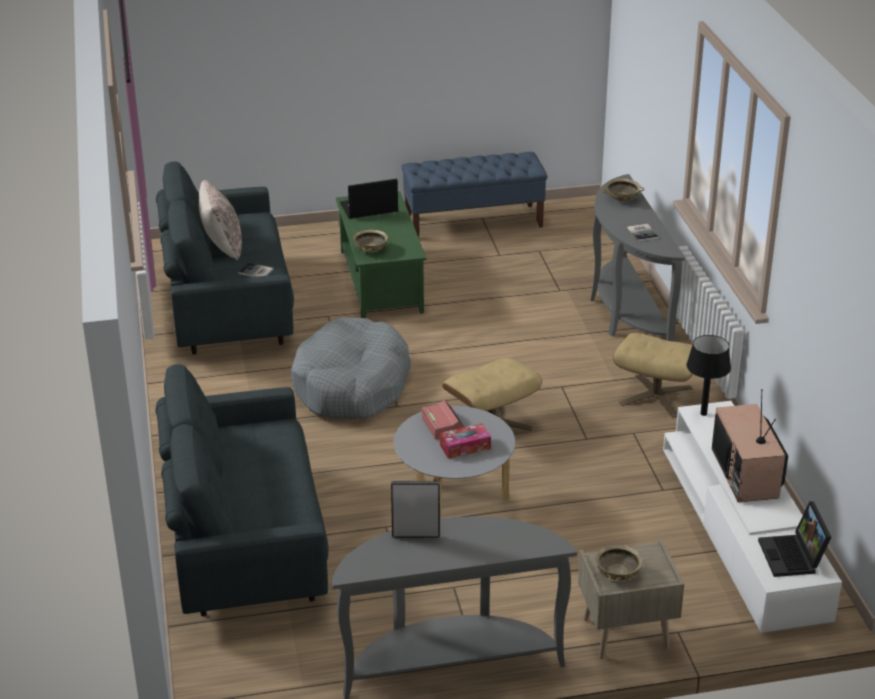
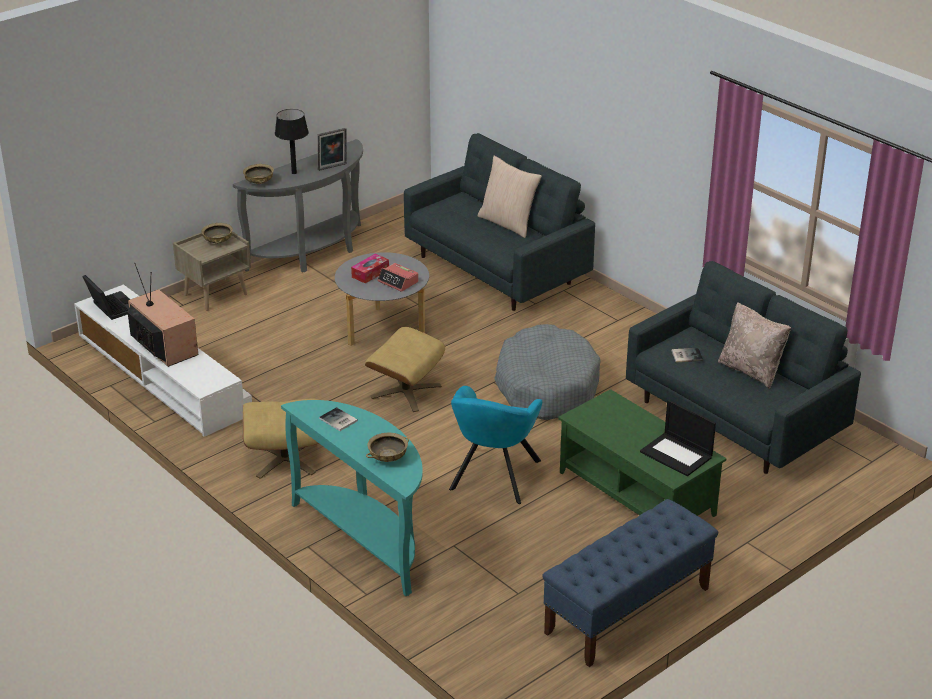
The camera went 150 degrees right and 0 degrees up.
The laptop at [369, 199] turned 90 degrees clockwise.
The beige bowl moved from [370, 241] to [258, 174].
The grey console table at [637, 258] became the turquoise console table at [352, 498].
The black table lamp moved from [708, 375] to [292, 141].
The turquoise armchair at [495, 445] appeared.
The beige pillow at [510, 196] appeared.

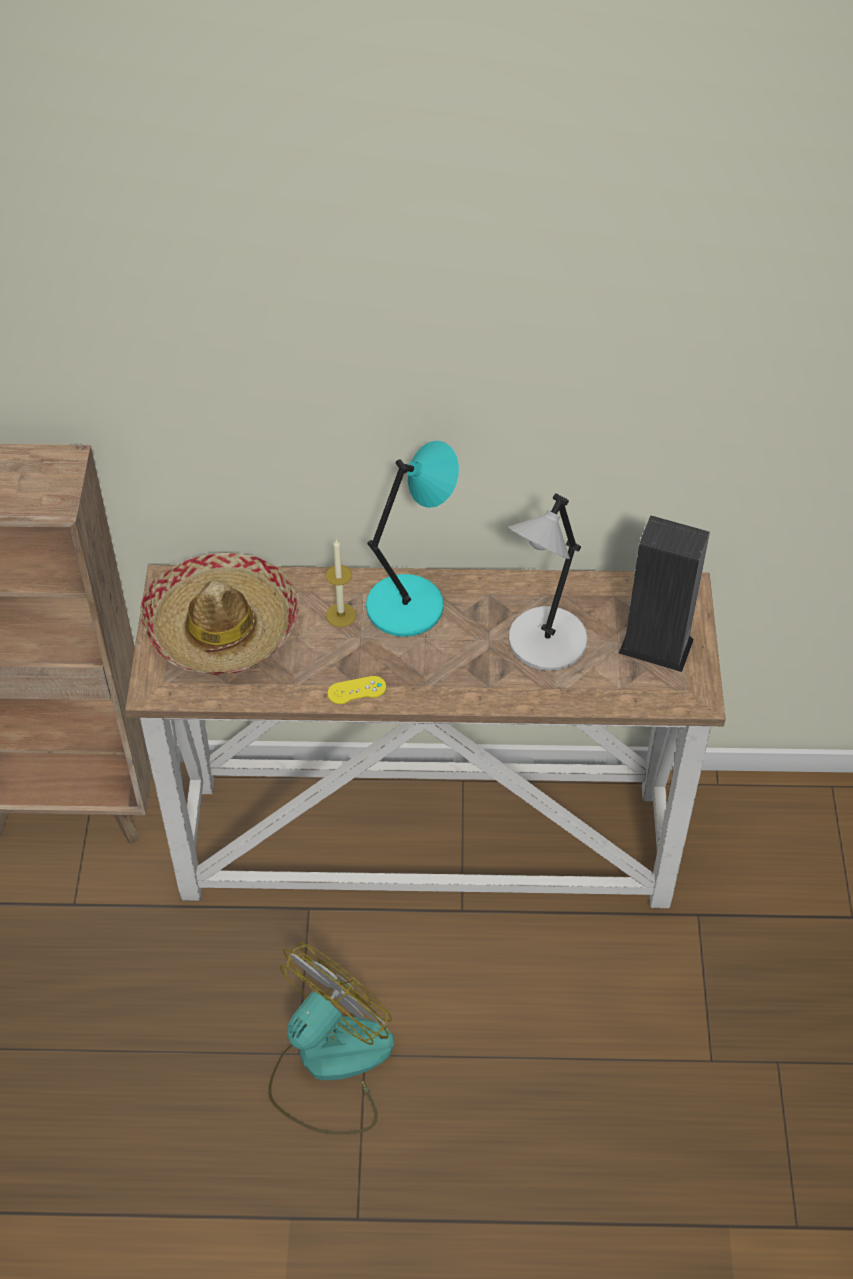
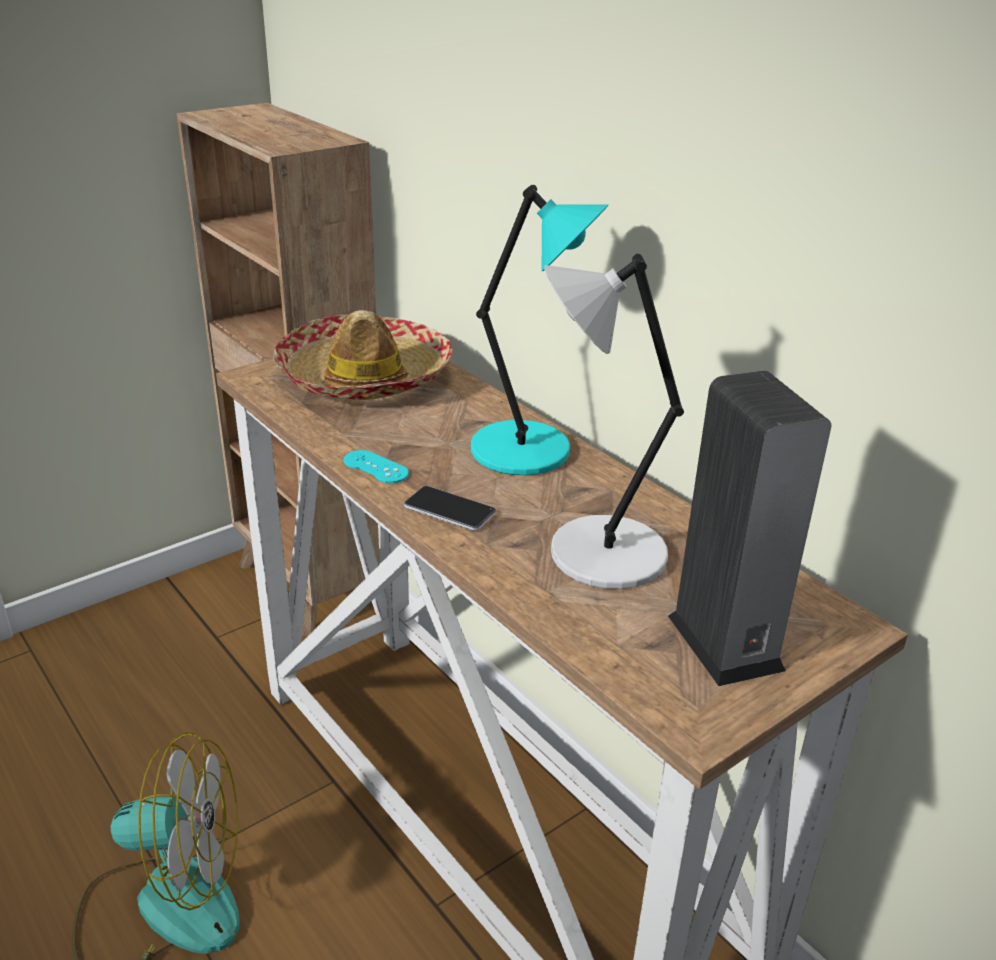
The camera went 50 degrees right and 20 degrees down.
The candle at [340, 583] disappeared.
The yellow game controller at [356, 690] became the turquoise game controller at [376, 466].
The phone at [450, 508] appeared.

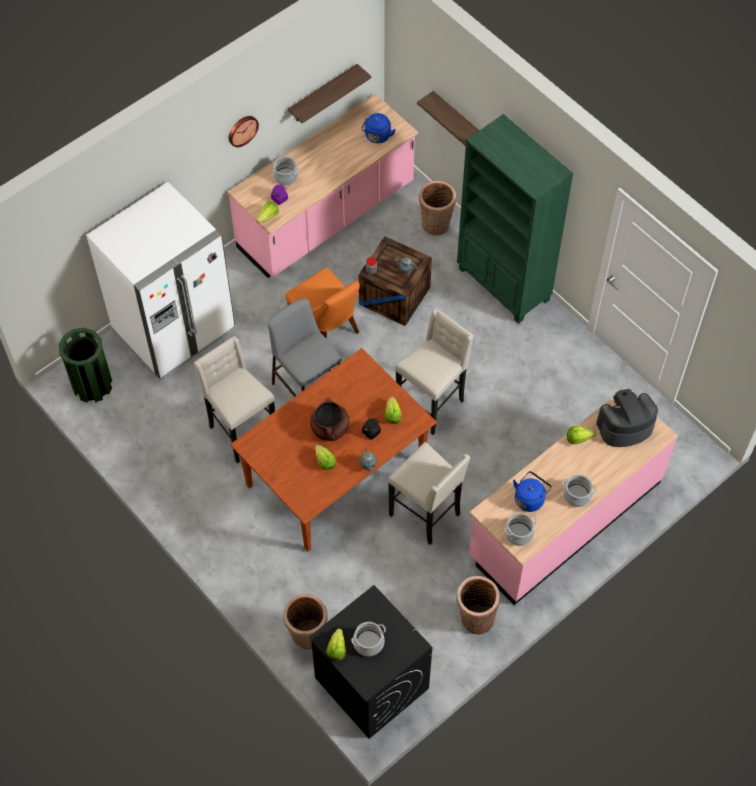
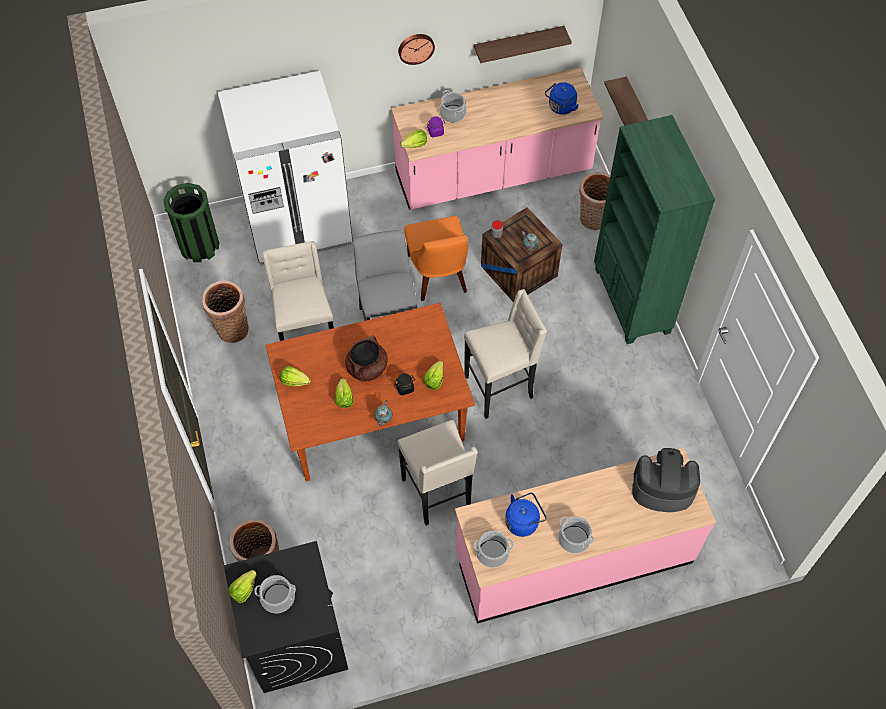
The camera went 25 degrees right and 0 degrees up.
The basket moved from [478, 605] to [225, 311].
The lettuce moved from [581, 435] to [295, 376].

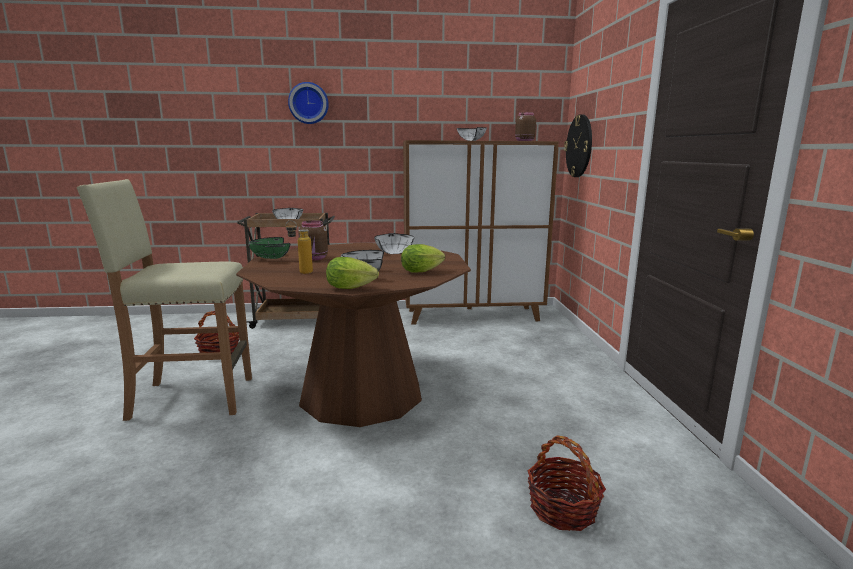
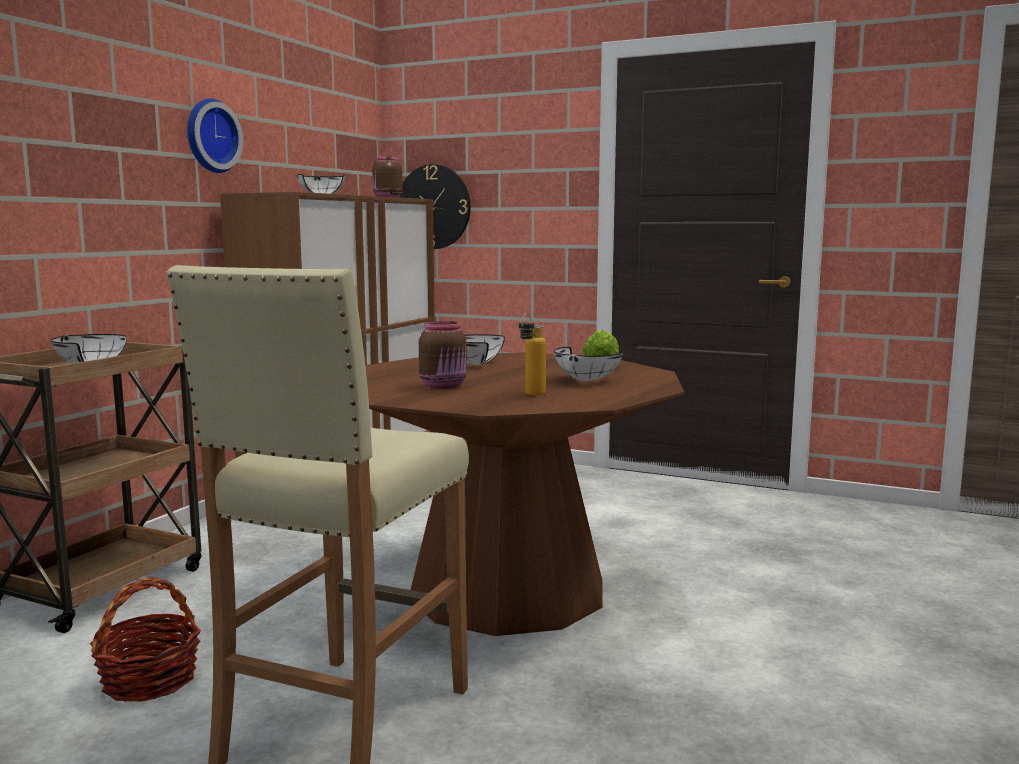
The camera went 60 degrees left and 5 degrees down.
The green bowl at [269, 248] disappeared.
The wall clock moved from [308, 103] to [215, 135].
The lettuce at [352, 273] disappeared.
The basket at [567, 483] disappeared.

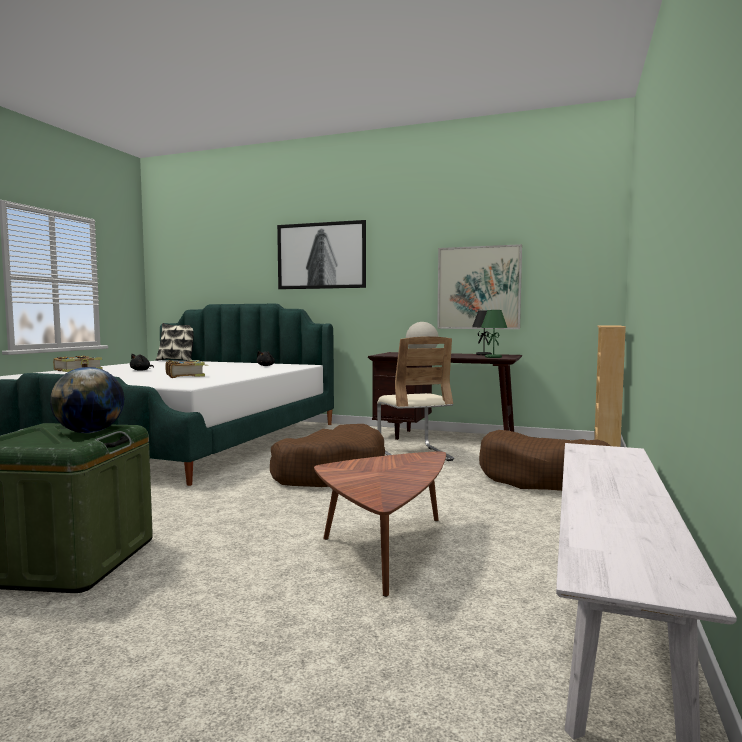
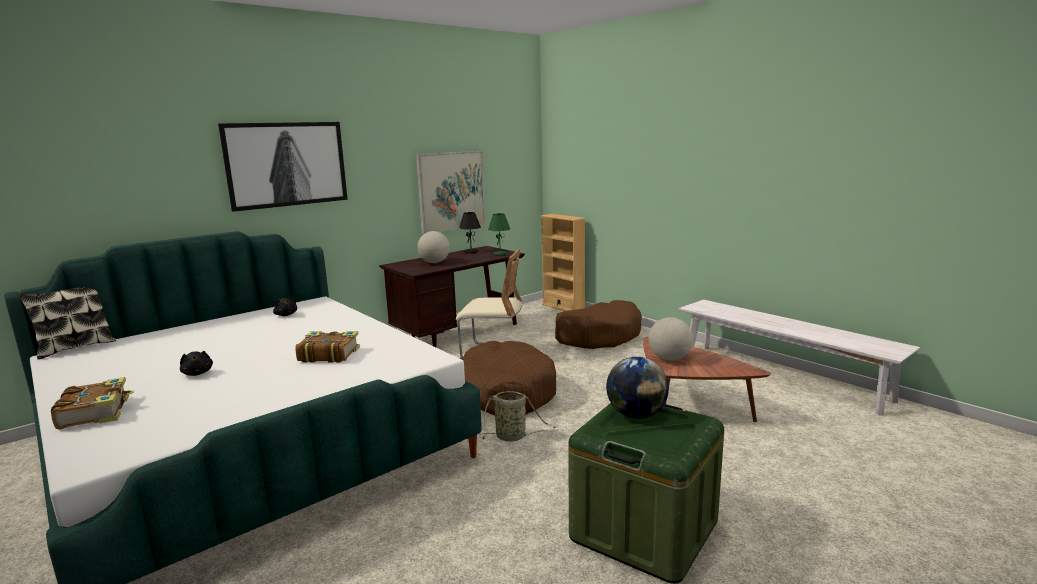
The camera went 60 degrees left and 10 degrees up.
The basket at [517, 416] appeared.
The globe at [671, 339] appeared.

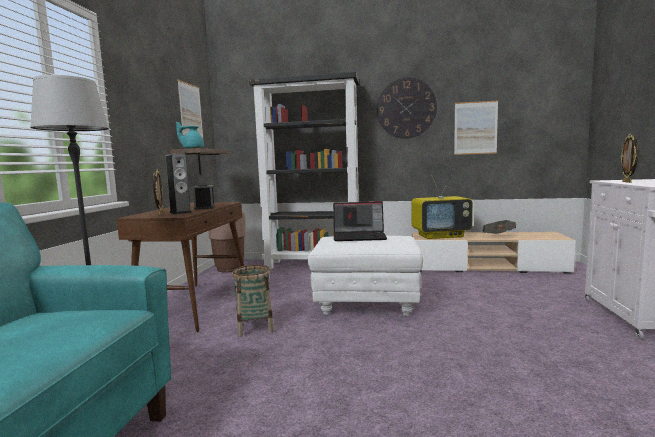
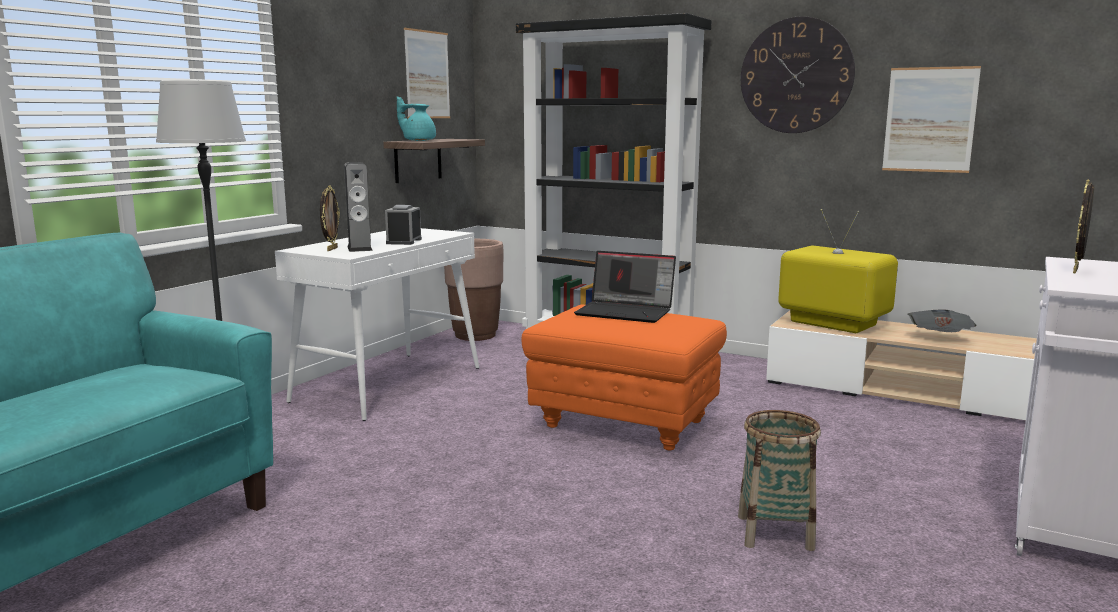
The camera went 20 degrees right and 5 degrees up.
The brown console table at [180, 267] became the white console table at [377, 324].
The basket moved from [253, 301] to [779, 480].
The white ottoman at [365, 276] became the orange ottoman at [624, 377].
The television at [442, 207] turned 150 degrees counterclockwise.

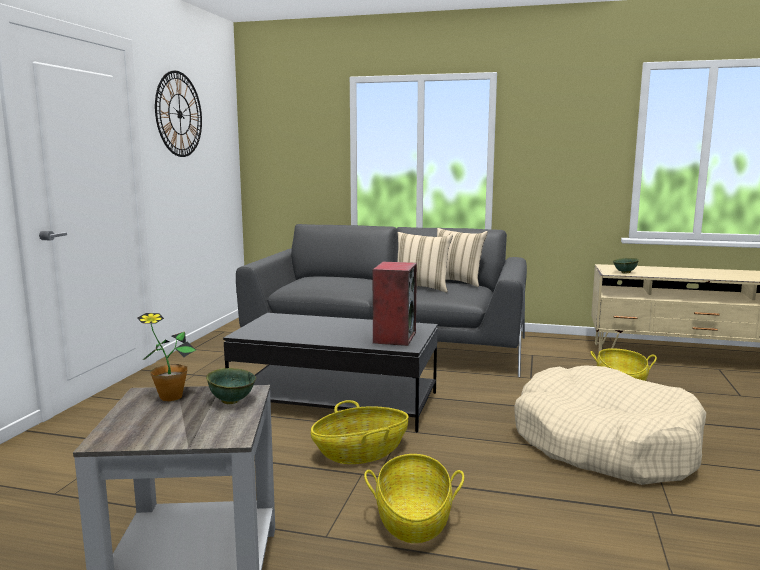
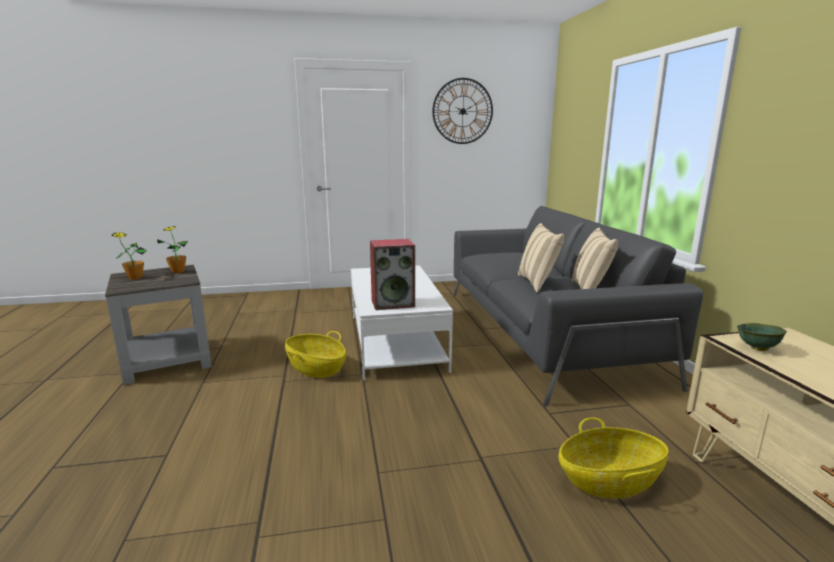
The camera went 65 degrees right and 5 degrees up.
The green bowl at [231, 386] disappeared.
The black coffee table at [330, 372] became the white coffee table at [402, 323].
The basket at [414, 498] disappeared.
The beige dog bed at [610, 425] disappeared.
The potted plant at [129, 256] appeared.

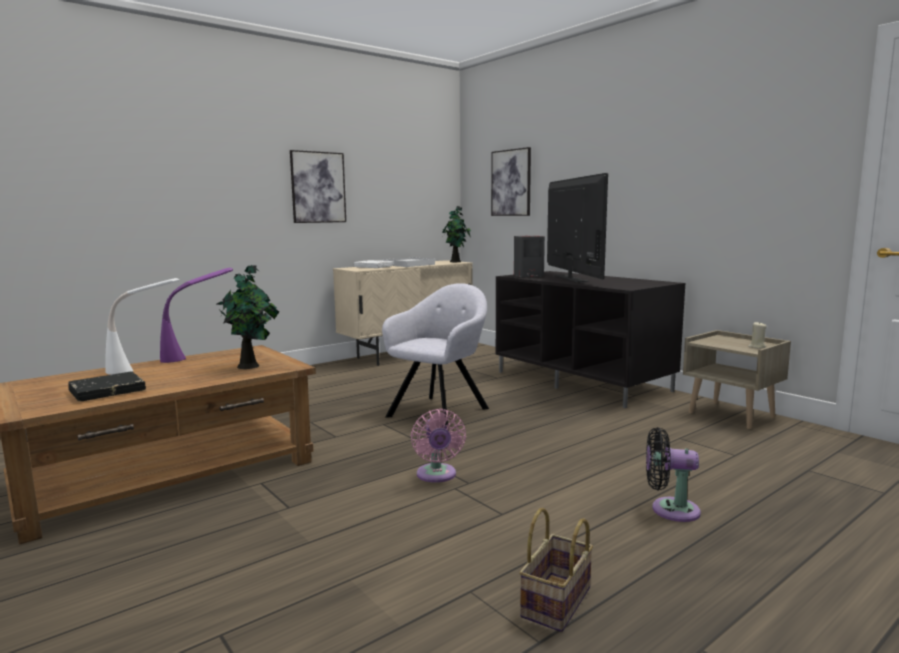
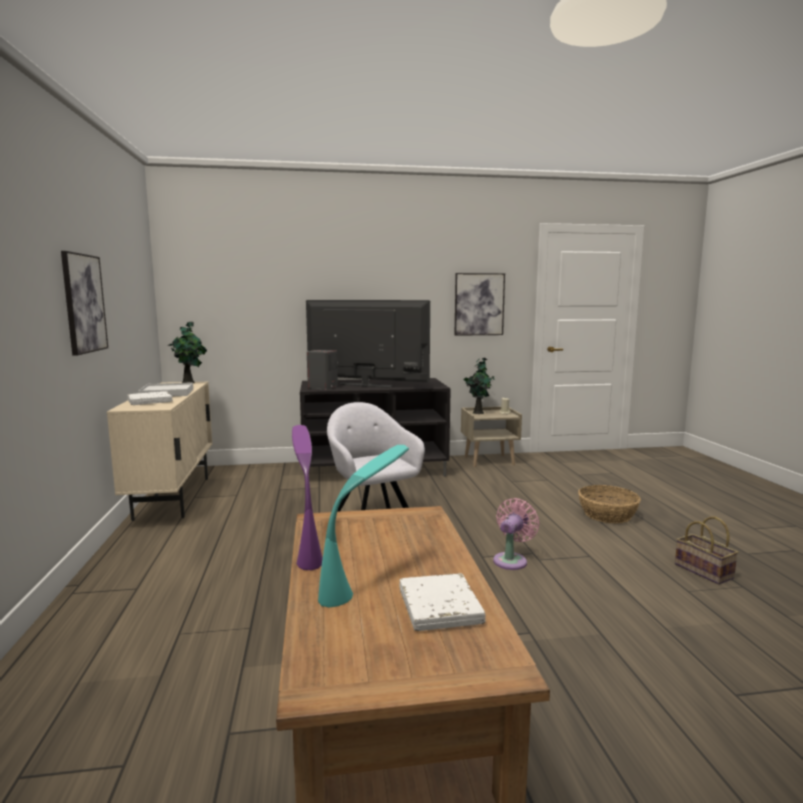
The camera went 60 degrees left and 0 degrees up.
The black book at [107, 386] became the white book at [442, 602].
The white table lamp at [142, 326] became the turquoise table lamp at [363, 526].
The potted plant moved from [248, 317] to [479, 386].
The pink fan at [438, 446] turned 75 degrees counterclockwise.
The picture moved from [511, 181] to [480, 304].
The black fan at [673, 474] was replaced by the basket at [609, 504].

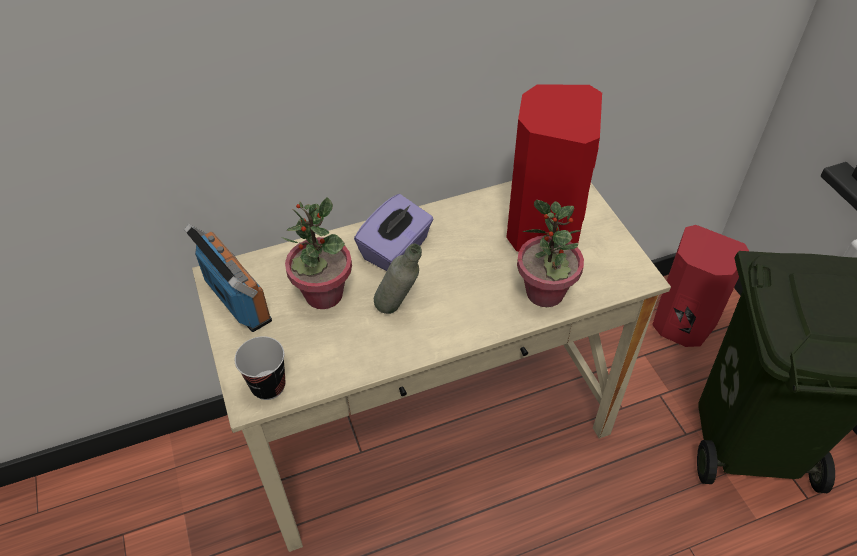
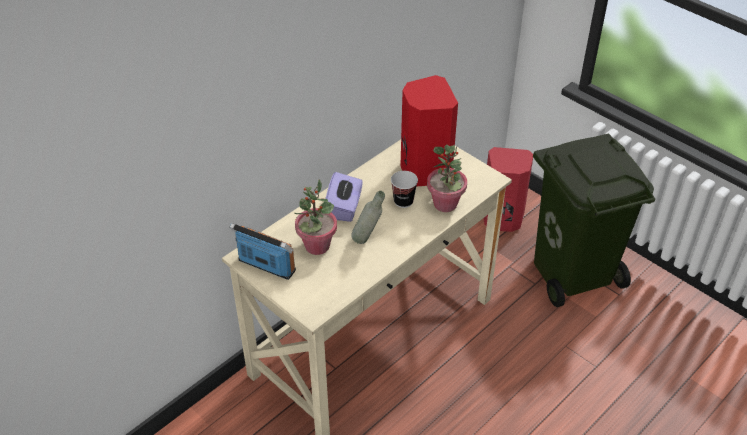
The camera went 25 degrees left and 5 degrees down.
The cup moved from [260, 368] to [404, 189].

